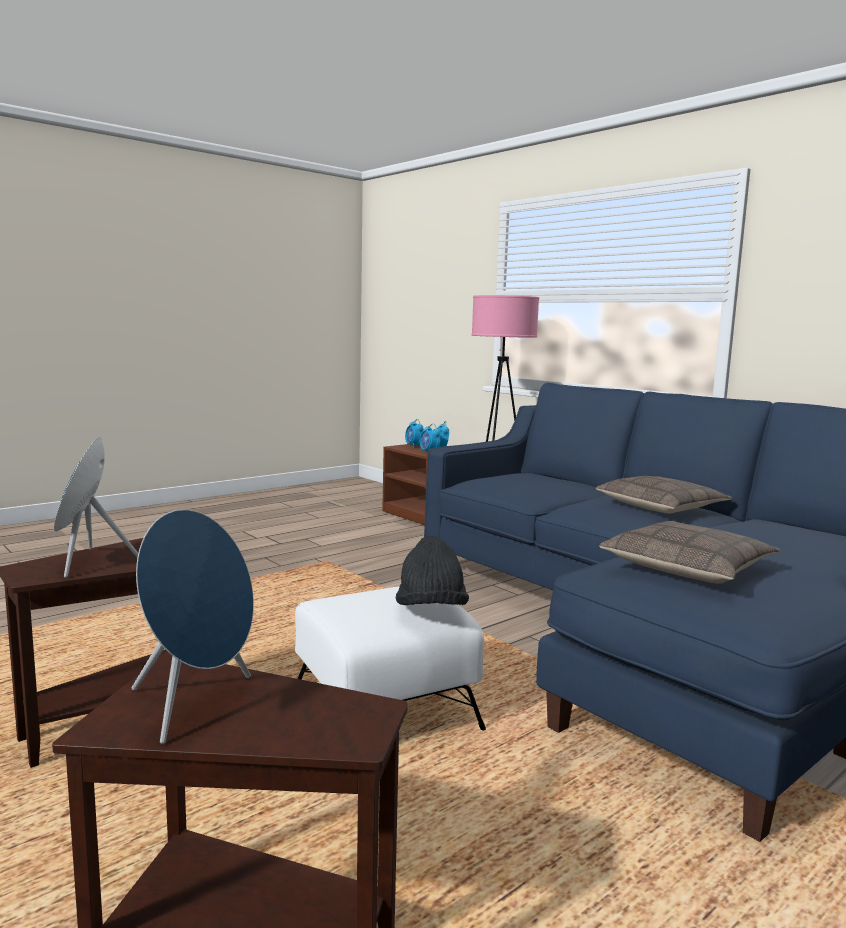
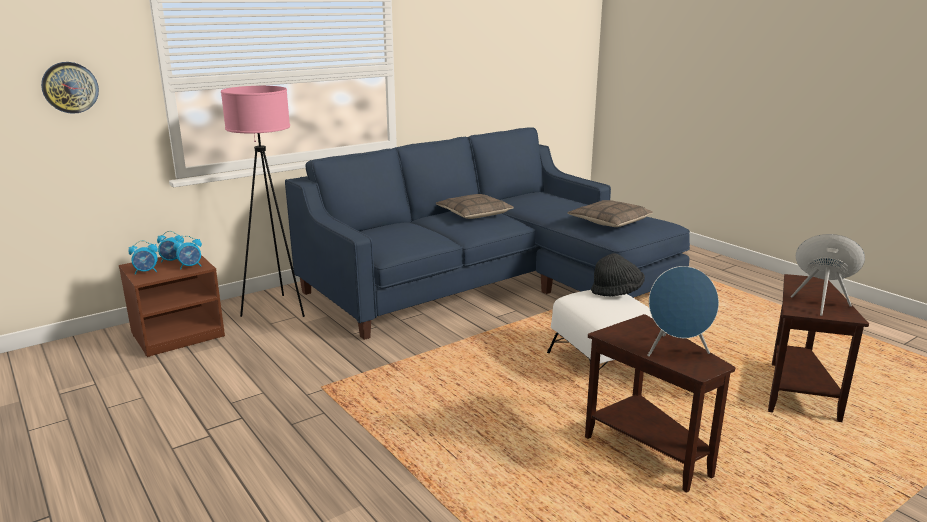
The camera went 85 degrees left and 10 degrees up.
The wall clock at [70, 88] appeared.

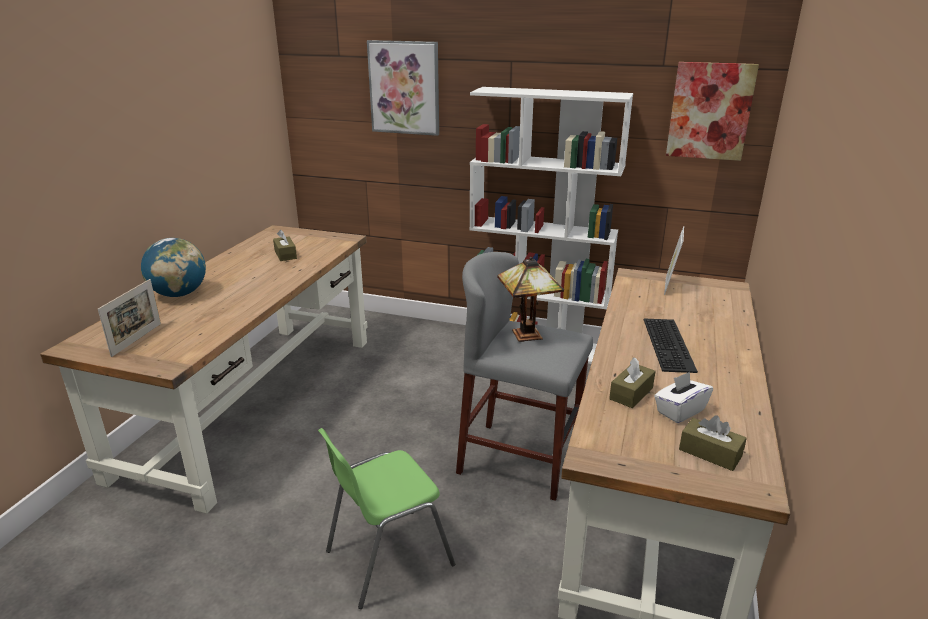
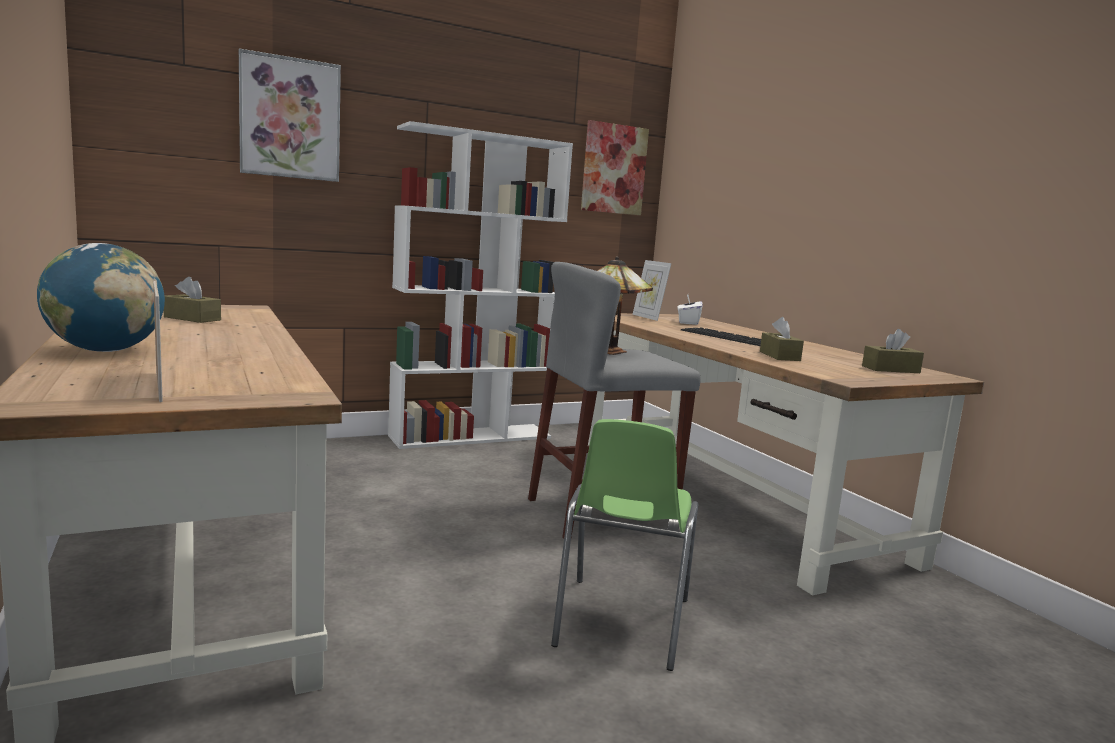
The camera went 45 degrees left and 15 degrees down.
The white tissue box moved from [683, 397] to [690, 309].

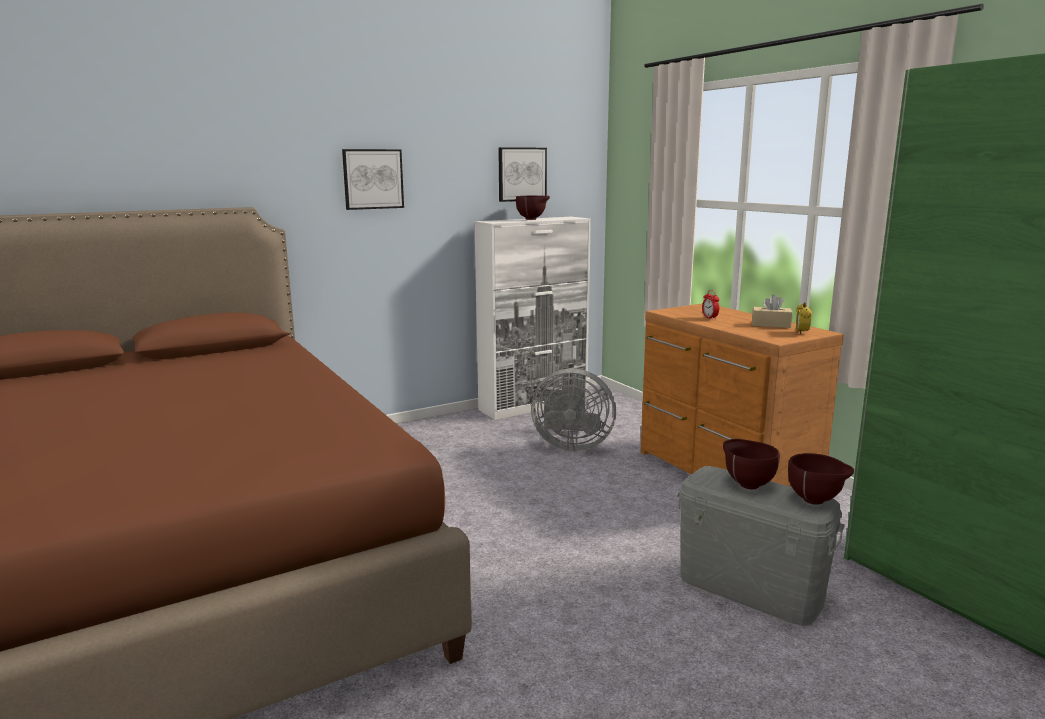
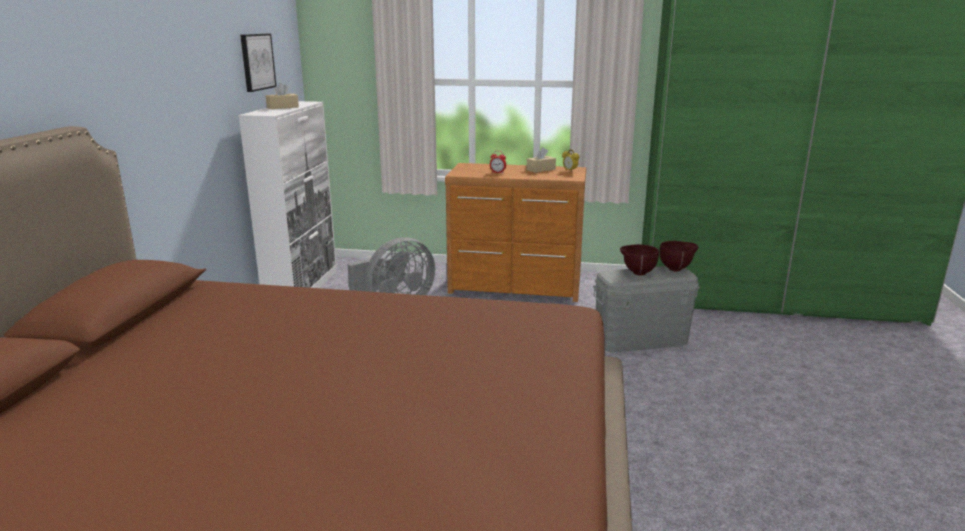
The camera went 50 degrees left and 5 degrees up.
The picture at [373, 179] disappeared.
The brown bowl at [533, 208] was replaced by the beige tissue box at [282, 96].

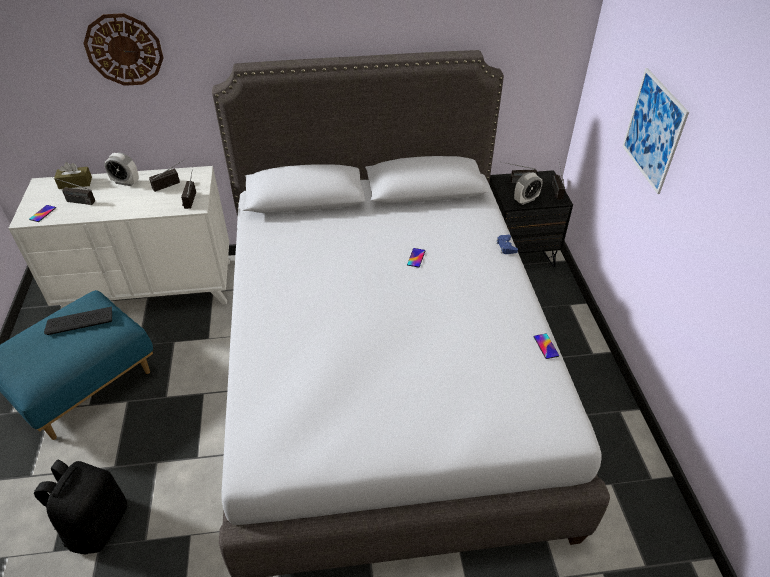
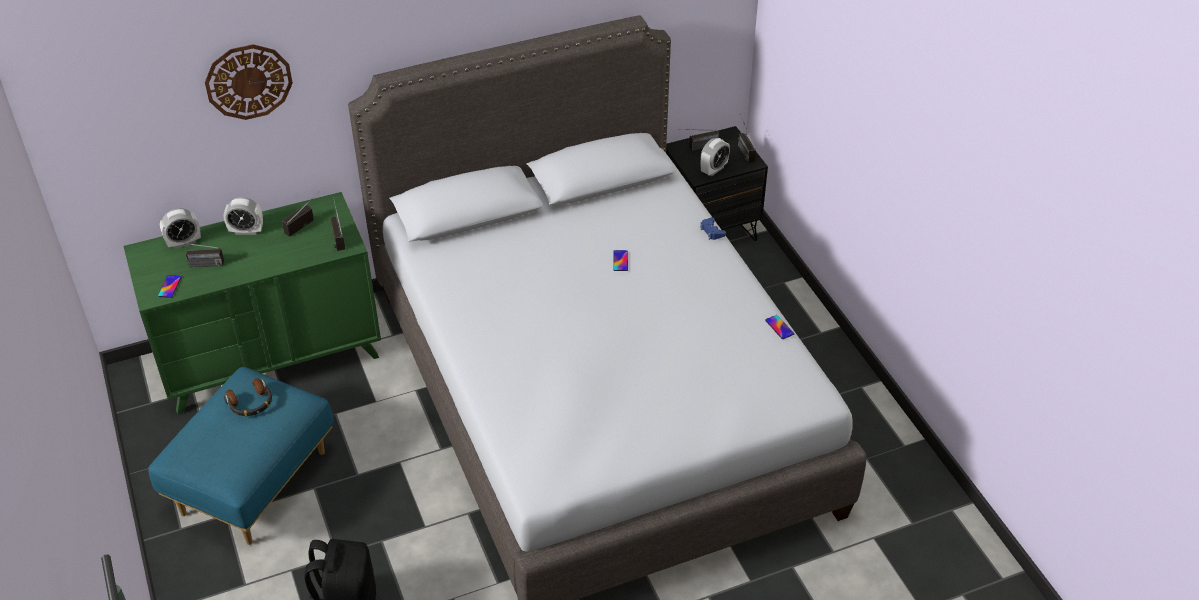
The camera went 15 degrees left and 0 degrees up.
The white dresser at [119, 237] became the green dresser at [252, 303].
The keyboard at [78, 321] was replaced by the headphones at [248, 397].
The brown tissue box at [73, 175] was replaced by the alarm clock at [180, 228].
The picture at [655, 131] disappeared.

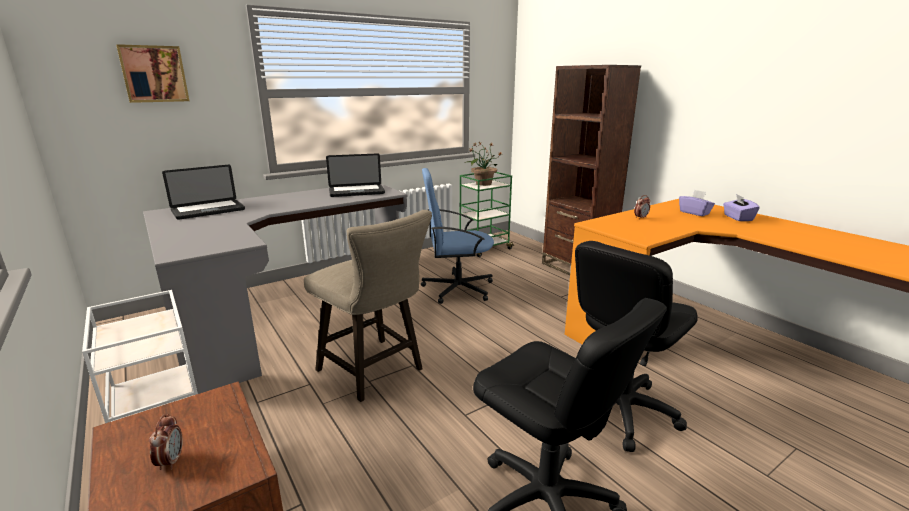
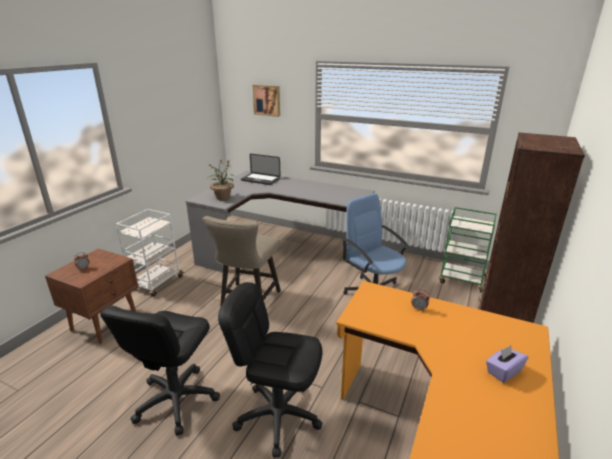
The camera went 60 degrees right and 5 degrees up.
The laptop at [355, 175] disappeared.
The potted plant moved from [483, 163] to [221, 179].
The purple tissue box at [697, 203] disappeared.

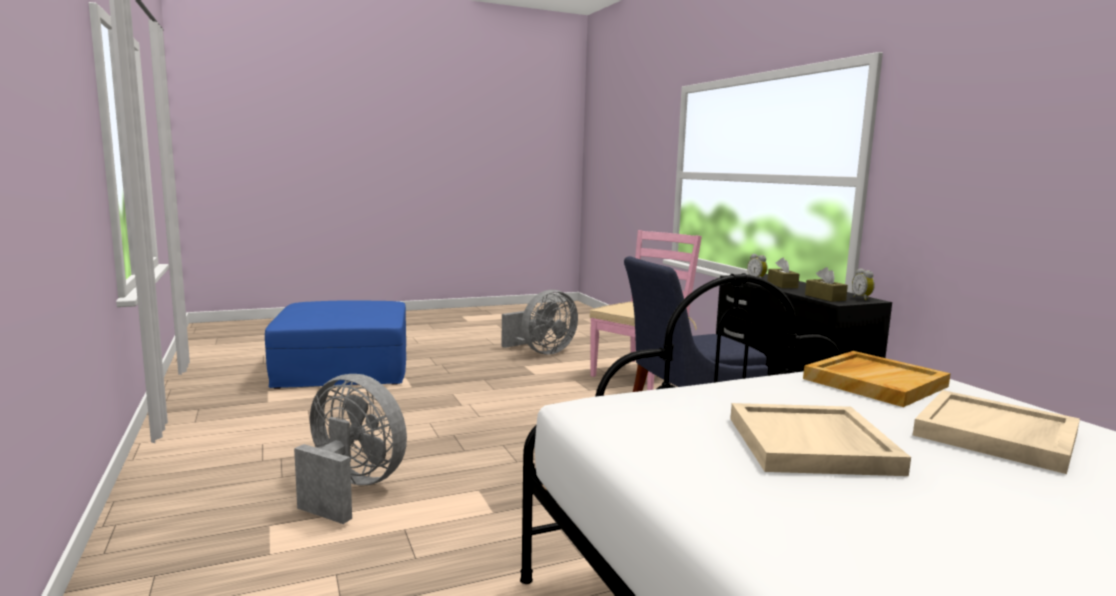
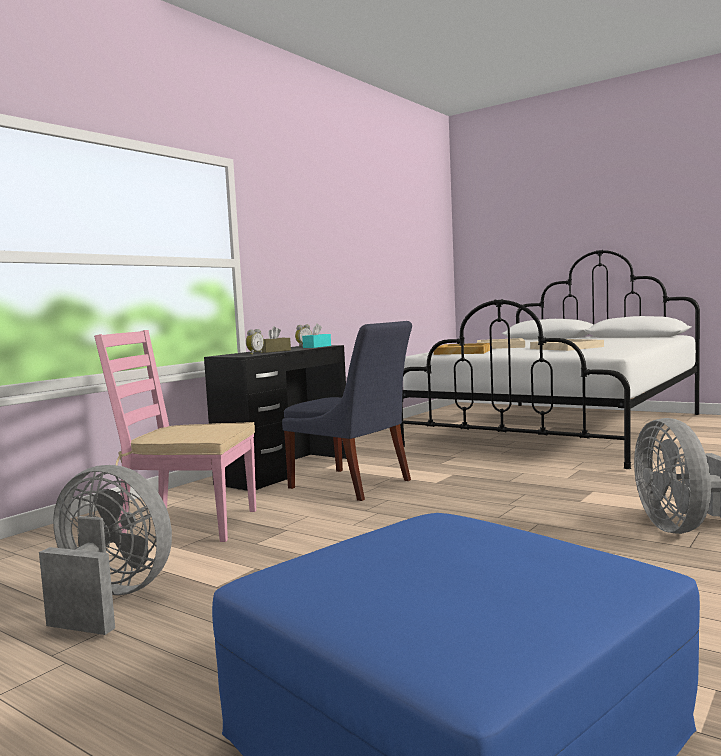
The camera went 120 degrees left and 5 degrees down.
The brown tissue box at [826, 284] became the turquoise tissue box at [316, 335].

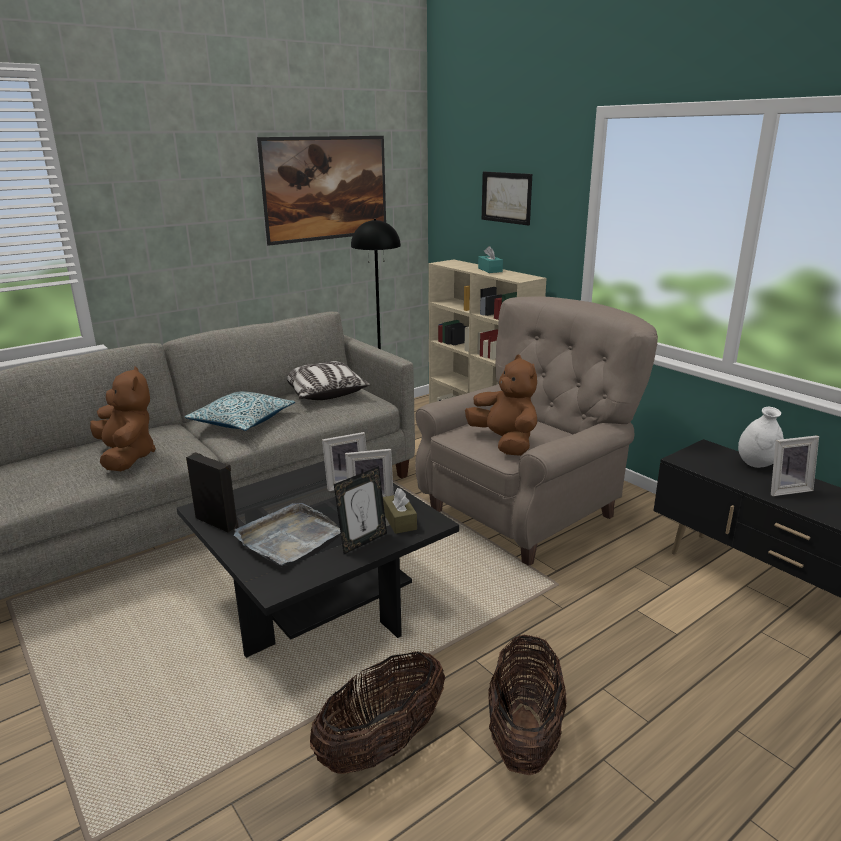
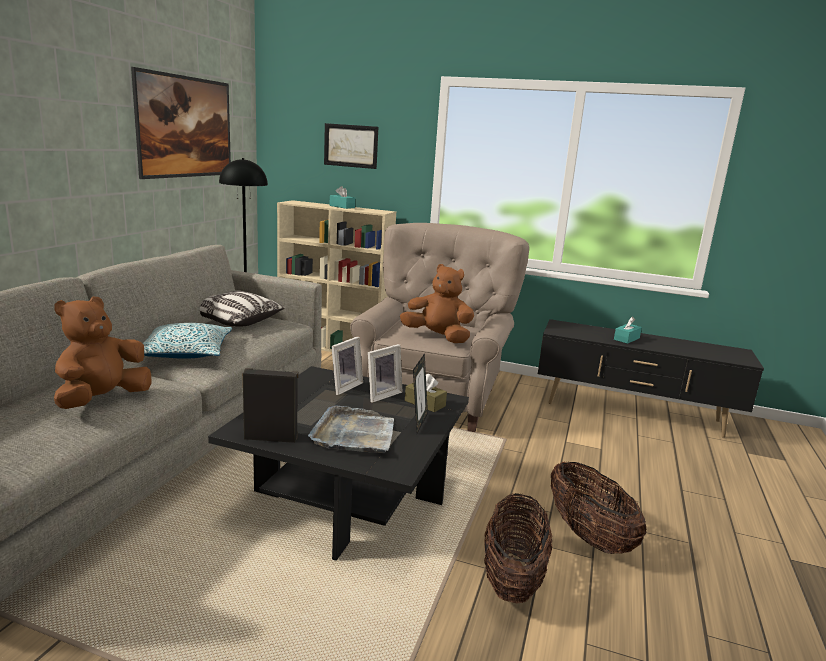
The camera went 35 degrees left and 5 degrees down.
The brown plush toy at [123, 418] turned 90 degrees counterclockwise.
The white vase at [761, 437] disappeared.
The picture frame at [795, 465] was replaced by the turquoise tissue box at [628, 330].

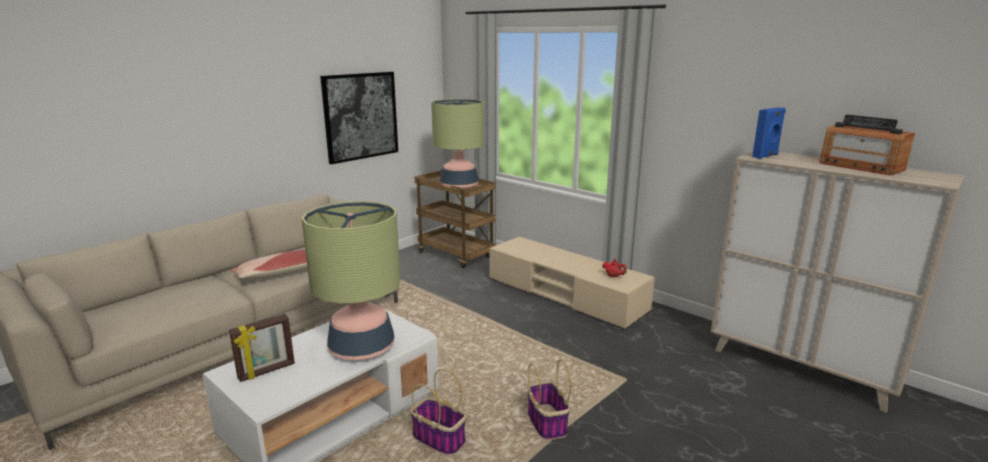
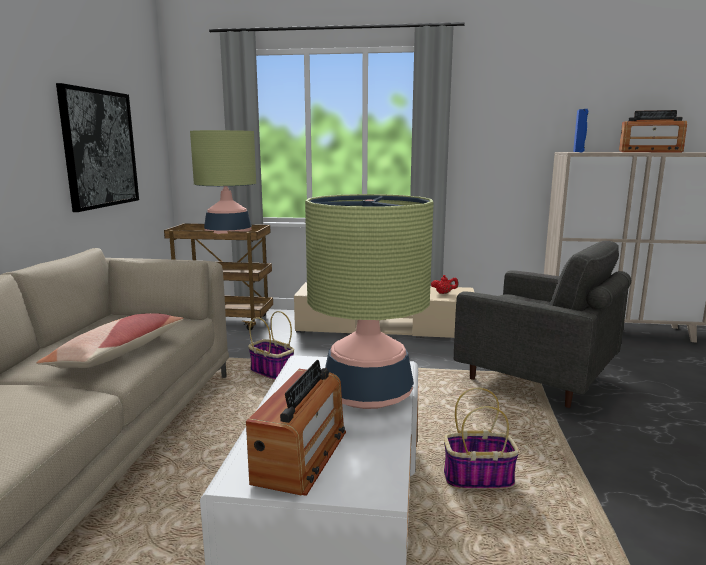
The camera went 35 degrees left and 5 degrees down.
The picture frame at [262, 348] was replaced by the radio at [296, 428].
The basket moved from [549, 399] to [271, 345].
The grey armchair at [542, 324] appeared.

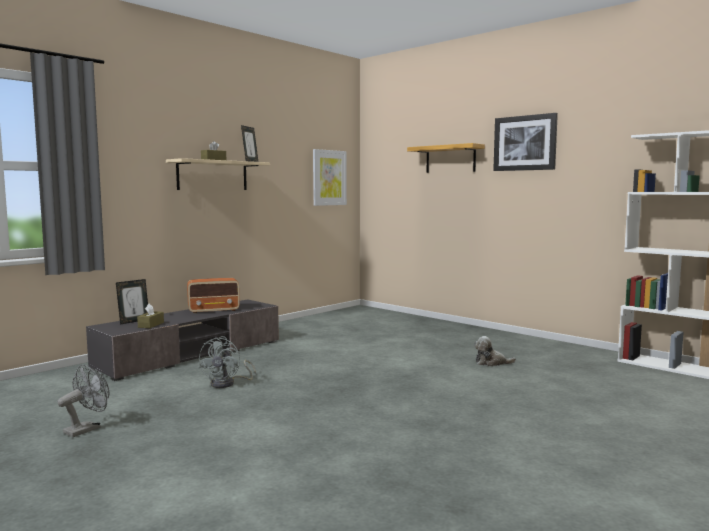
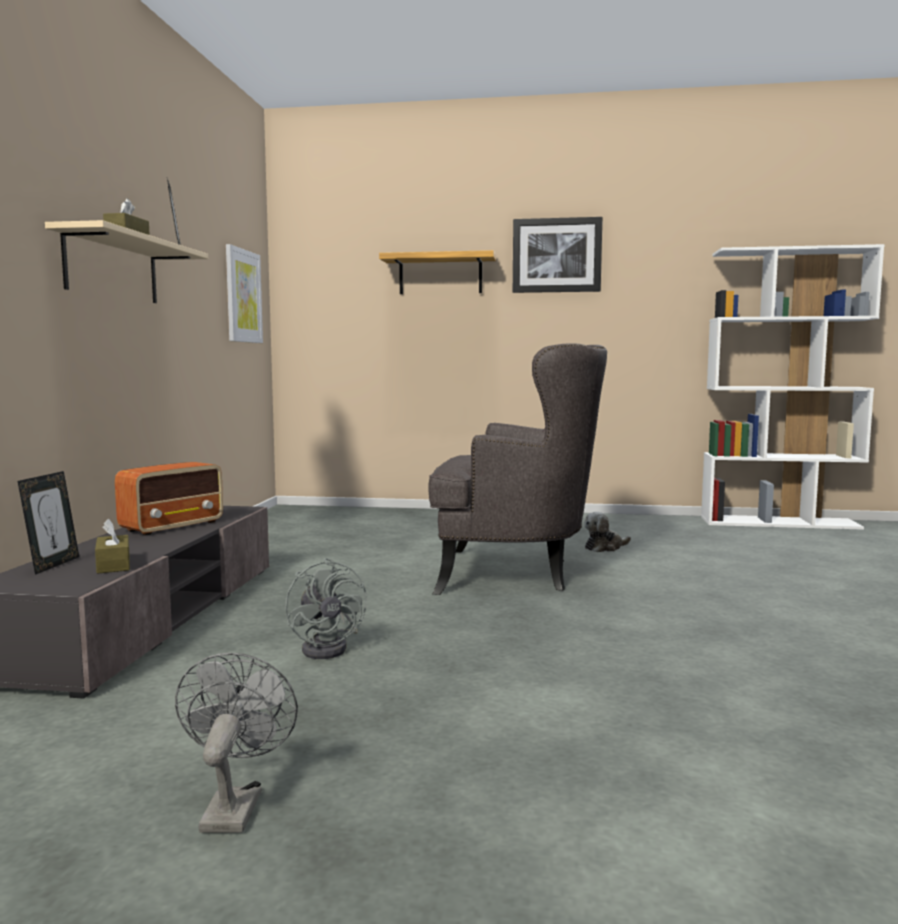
The camera went 35 degrees left and 0 degrees up.
The grey armchair at [518, 469] appeared.

